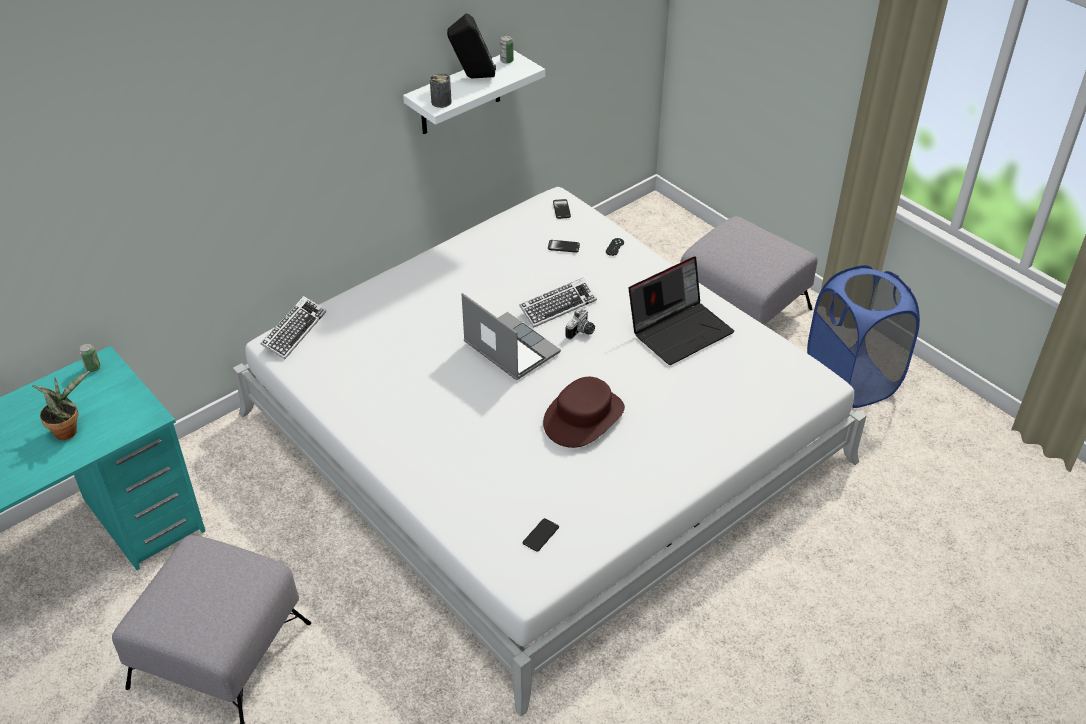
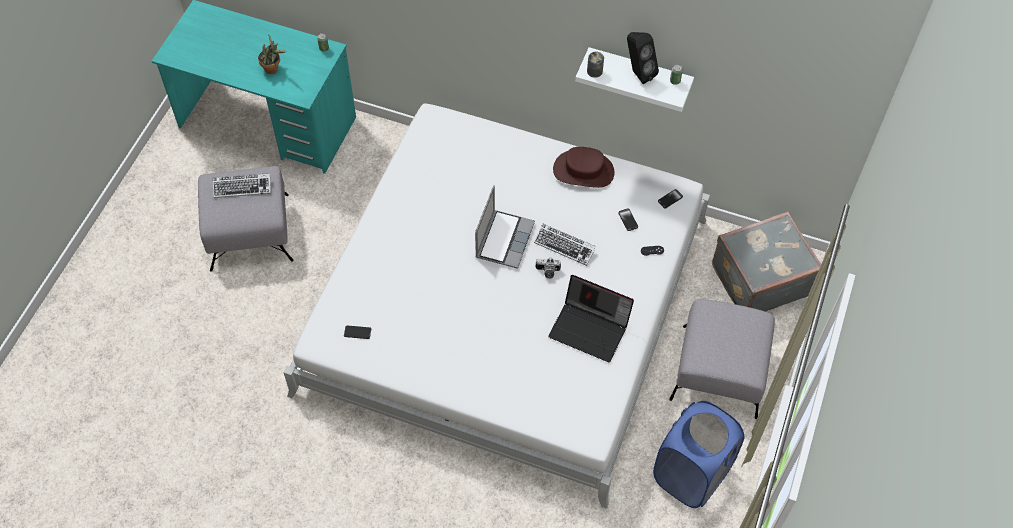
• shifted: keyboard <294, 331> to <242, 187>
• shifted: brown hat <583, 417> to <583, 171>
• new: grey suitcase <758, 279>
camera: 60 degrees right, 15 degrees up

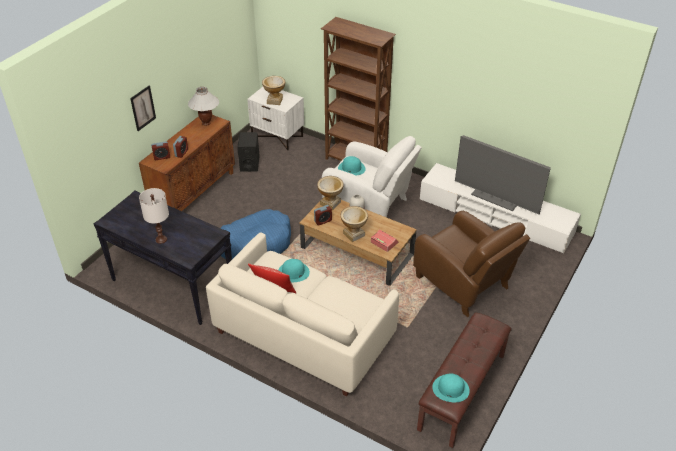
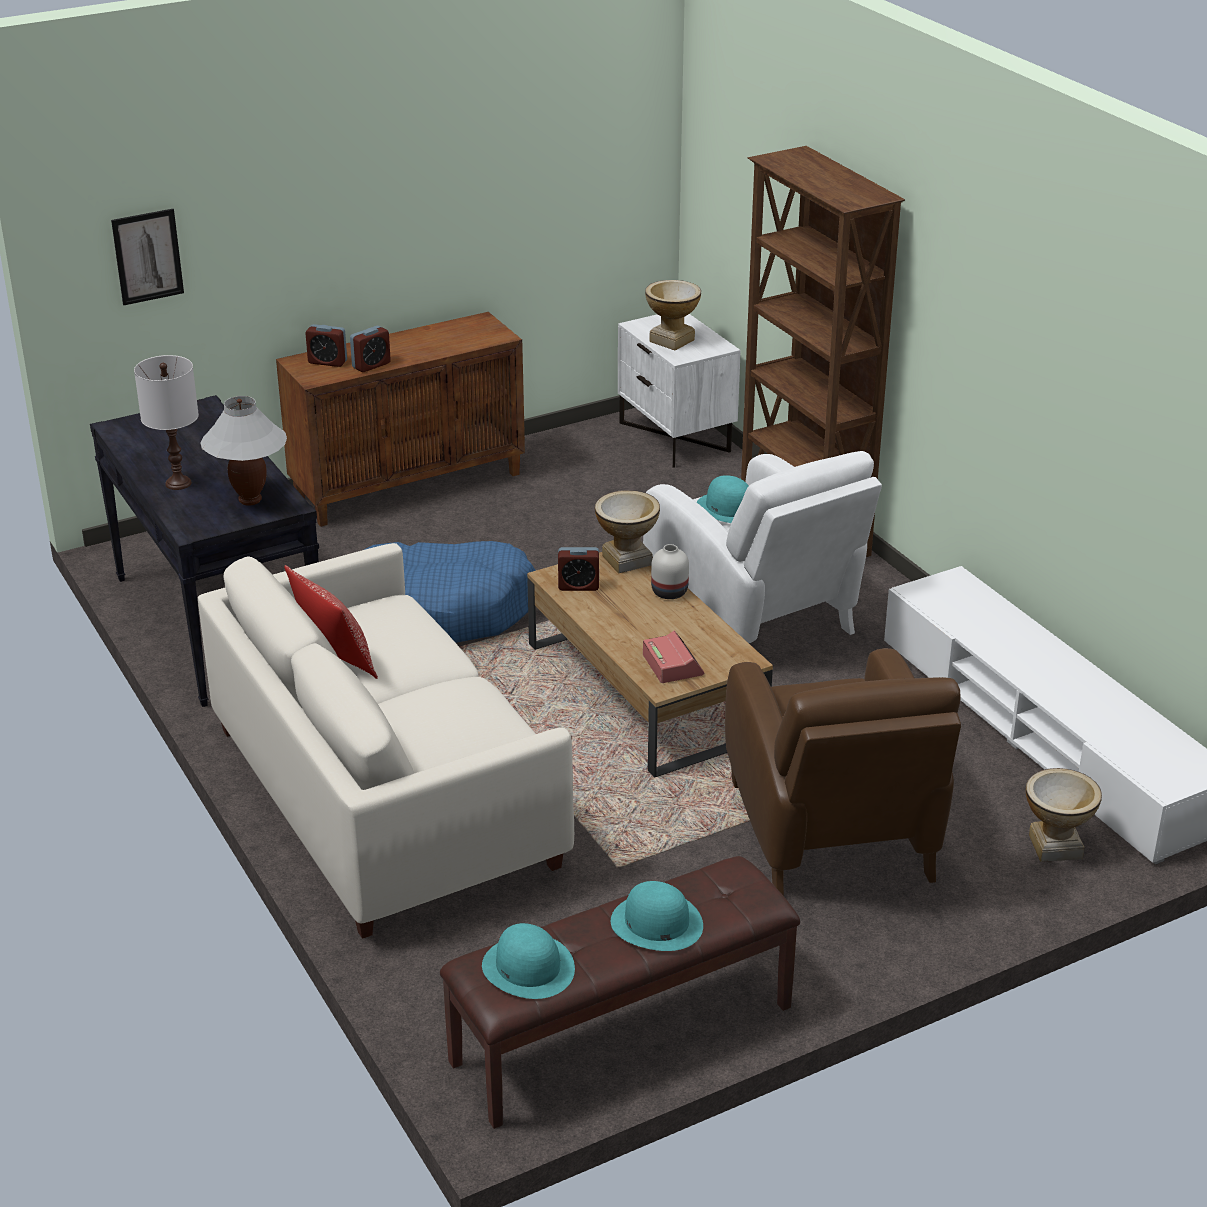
• shifted: picture <143, 108> to <147, 256>
• shifted: white table lamp <206, 123> to <250, 500>
• gone: black speaker <249, 163>
• shifted: turquoise hat <293, 272> to <656, 923>
• shifted: vase <353, 234> to <1055, 847>
• gone: television <497, 197>
camera: 30 degrees right, 10 degrees down

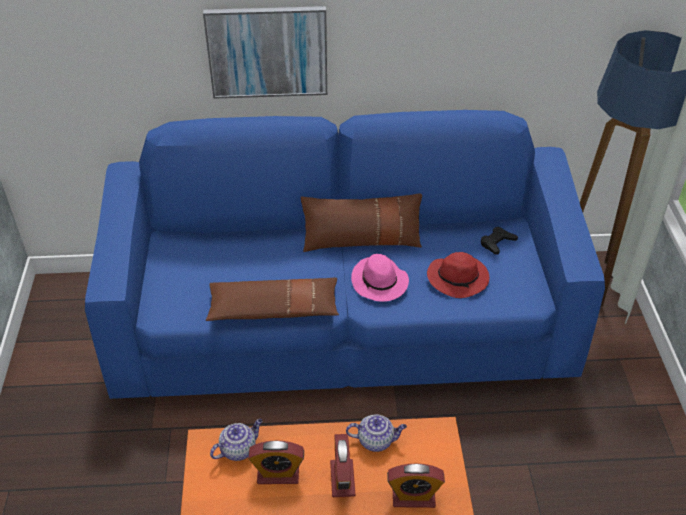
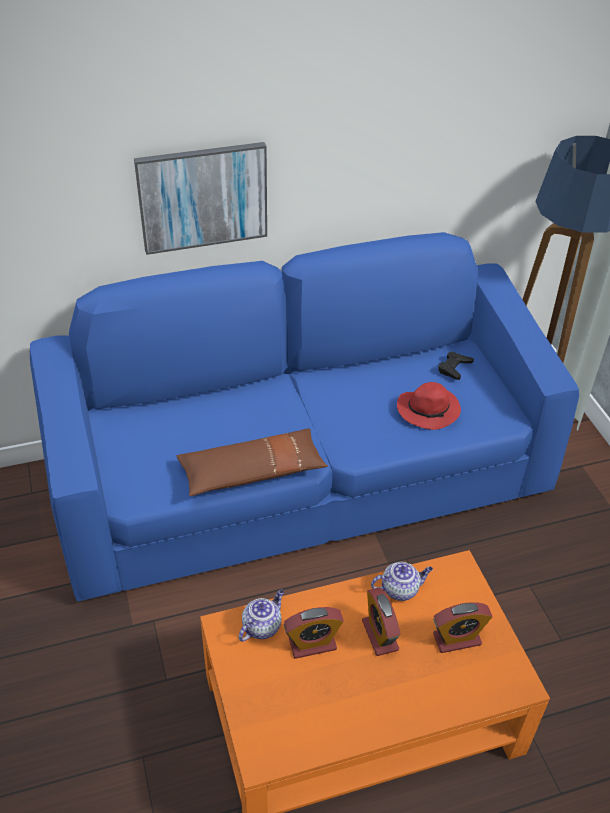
• gone: brown pillow <362, 240>
• gone: pink hat <380, 282>
camera: 15 degrees left, 0 degrees up

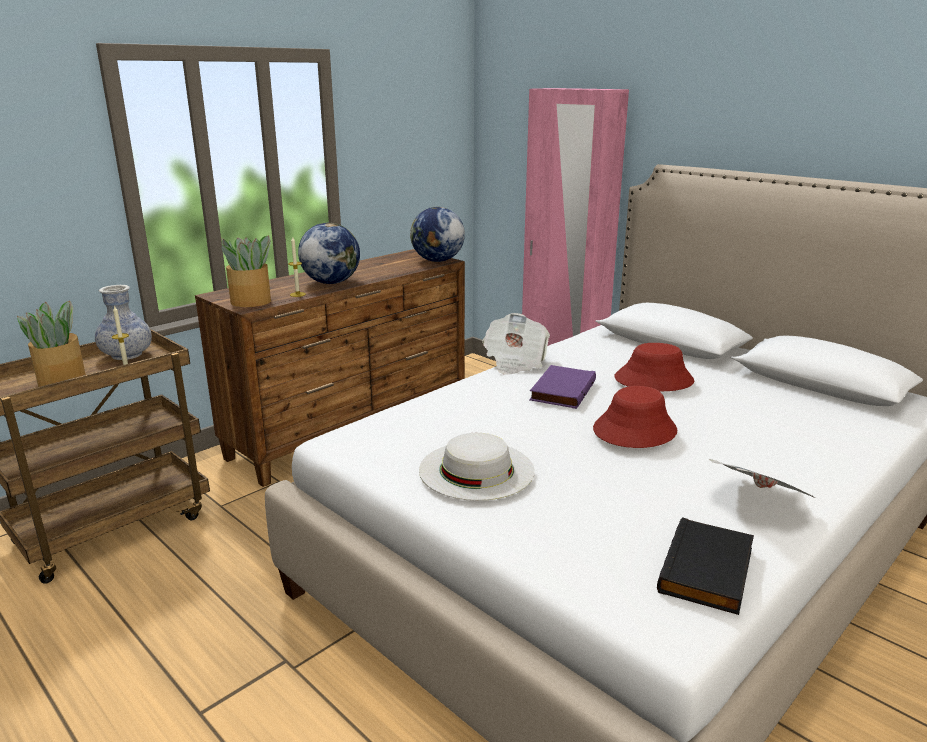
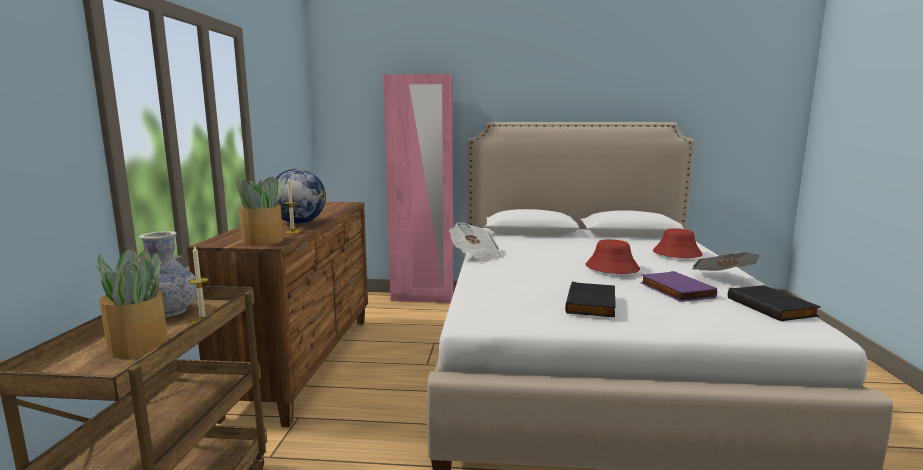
• gone: globe <437, 261>
• swapped: white hat <476, 469> to black book <593, 304>
• shifted: purple book <561, 390> to <674, 290>
• shifted: red hat <653, 380> to <676, 253>
camera: 40 degrees left, 10 degrees down

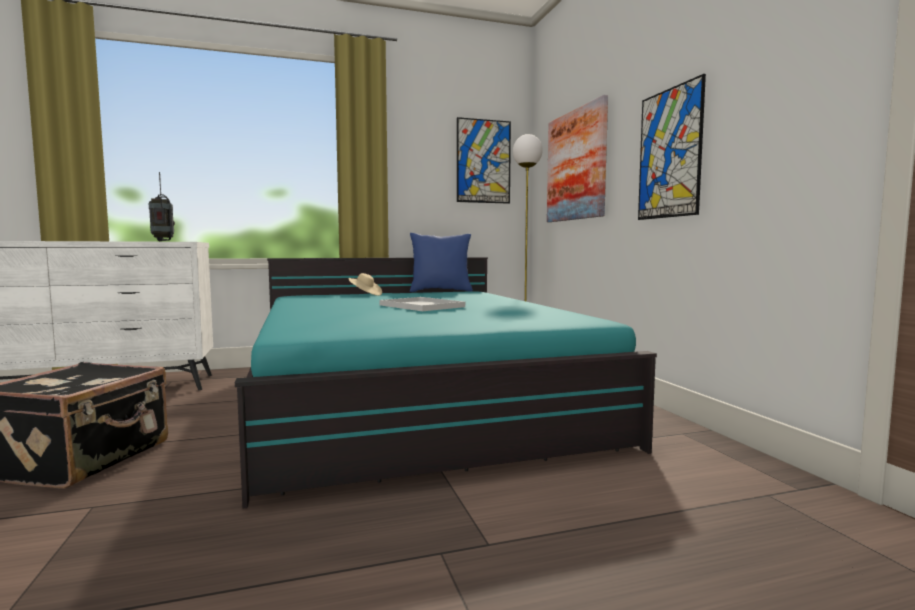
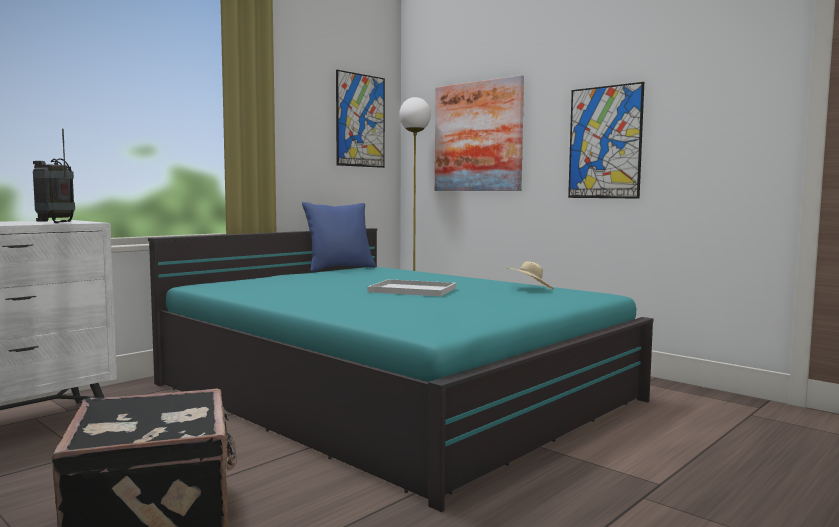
• shifted: beige hat <365, 294> to <530, 289>
camera: 30 degrees left, 0 degrees up

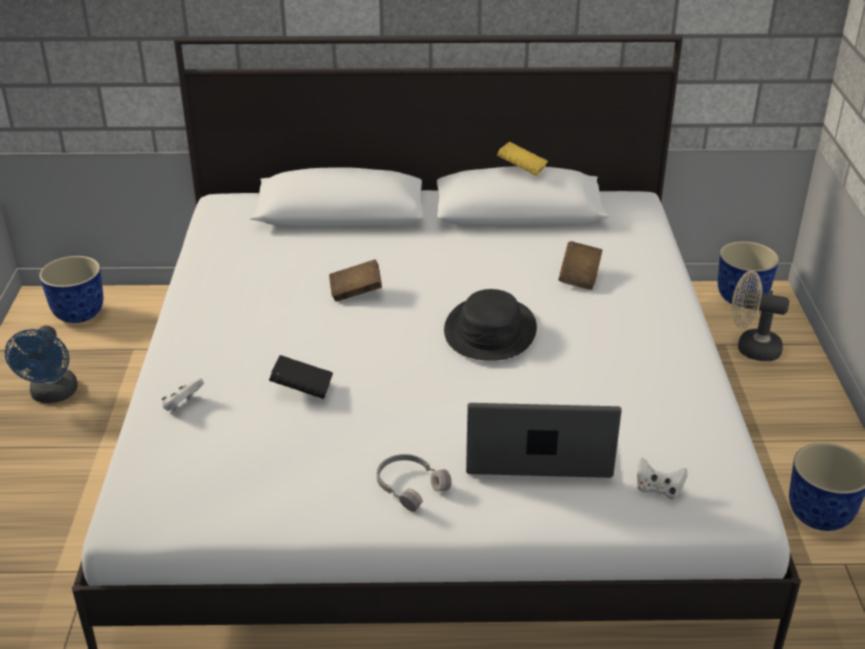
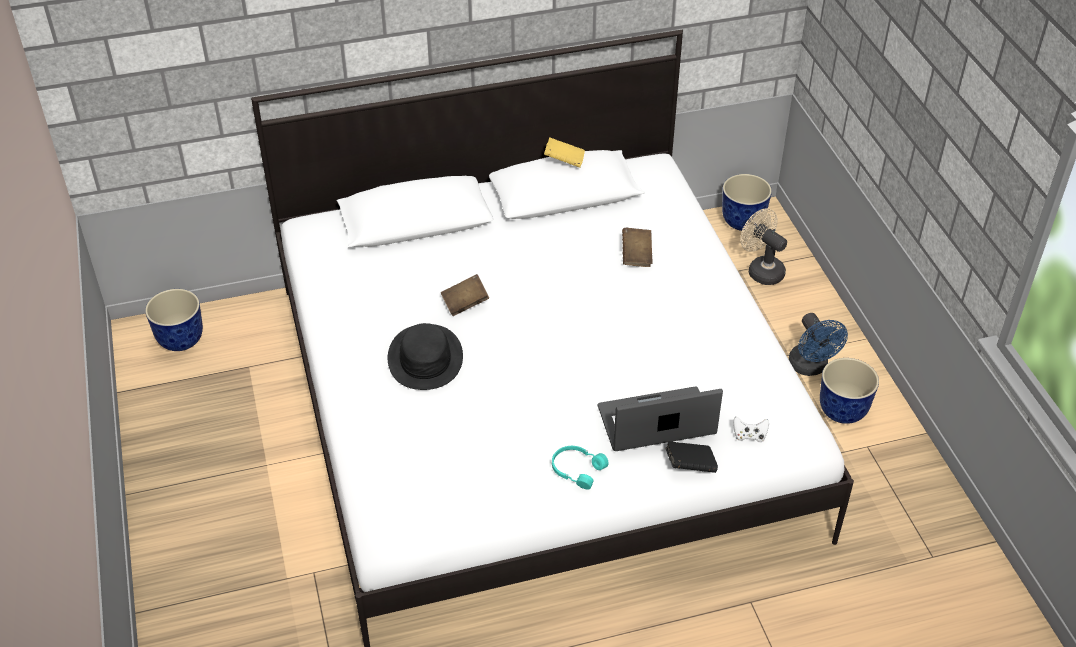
• shifted: blue fan <52, 395> to <811, 367>
• gone: white game controller <183, 405>
• shifted: black book <302, 390> to <690, 465>
• repainted: grey headphones <410, 486> to turquoise headphones <577, 469>
• shifted: black hat <489, 330> to <425, 358>
• rotated: beige fan <751, 348> = <761, 270> 45 degrees clockwise
camera: 15 degrees left, 10 degrees up

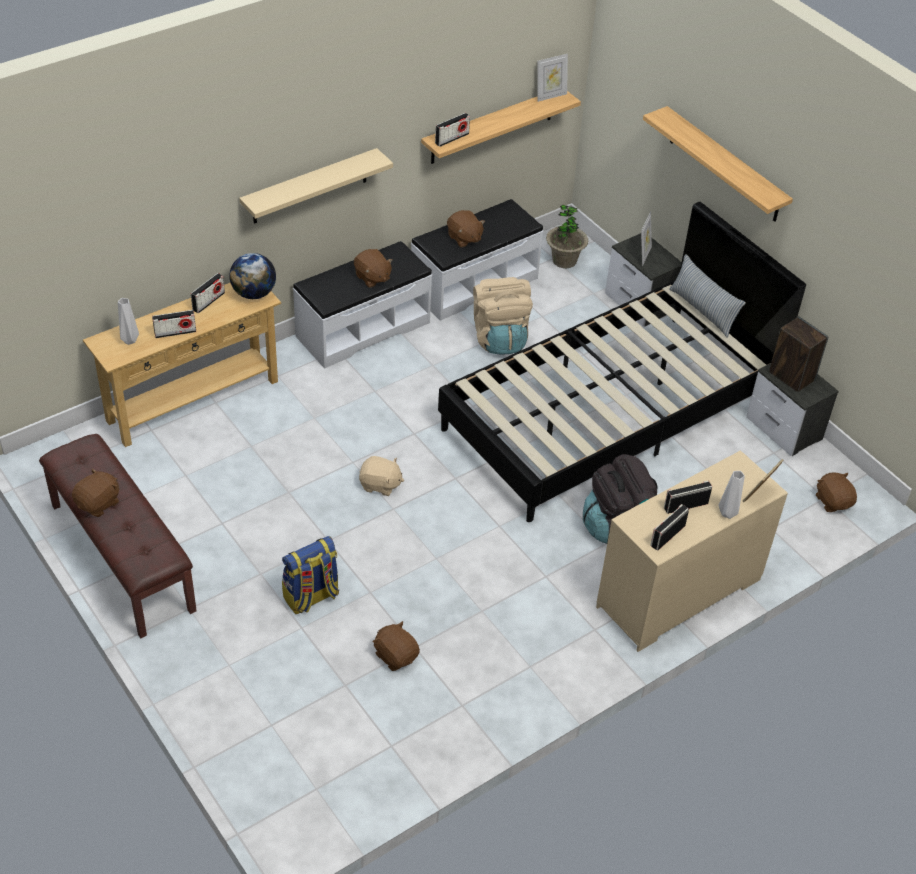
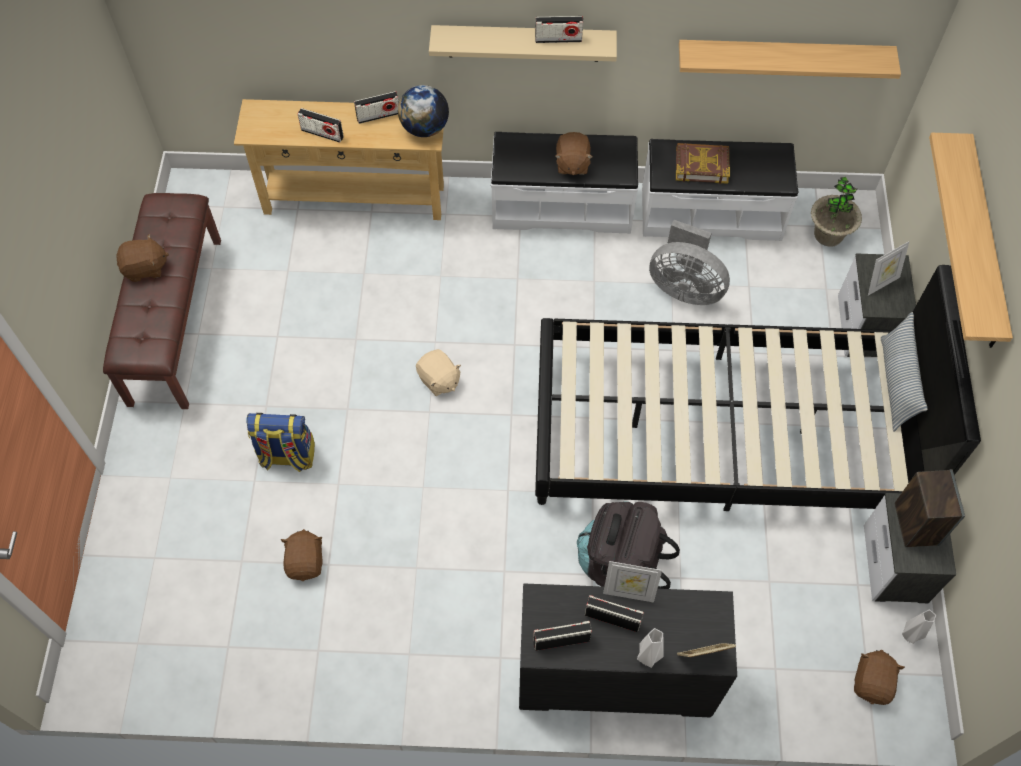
• shifted: white vase <130, 340> to <911, 634>
• shifted: radio <452, 138> to <558, 39>
• swapped: brown plush toy <464, 238> to book <701, 165>
• swapped: beige backpack <499, 338> to grey fan <684, 287>
• shifted: picture frame <550, 96> to <629, 592>
• repainted: beige dresser <679, 594> to black dresser <614, 677>
camera: 40 degrees right, 15 degrees up

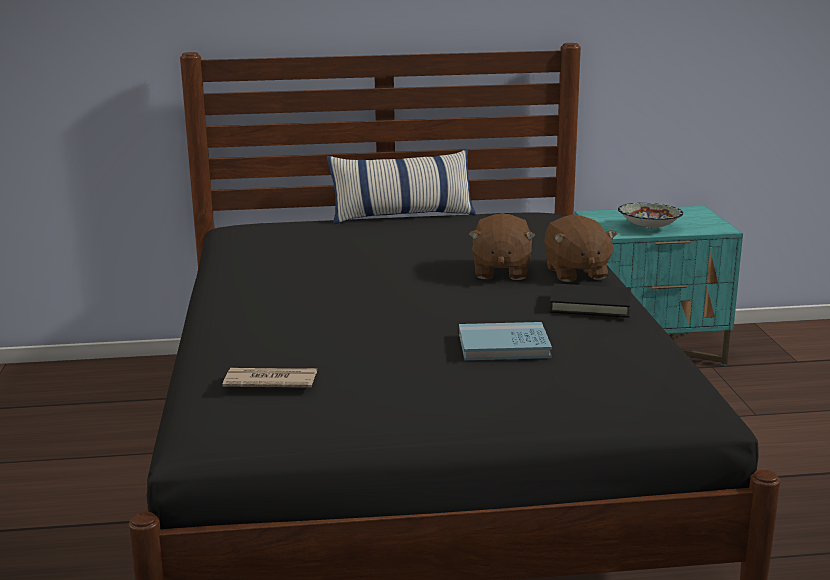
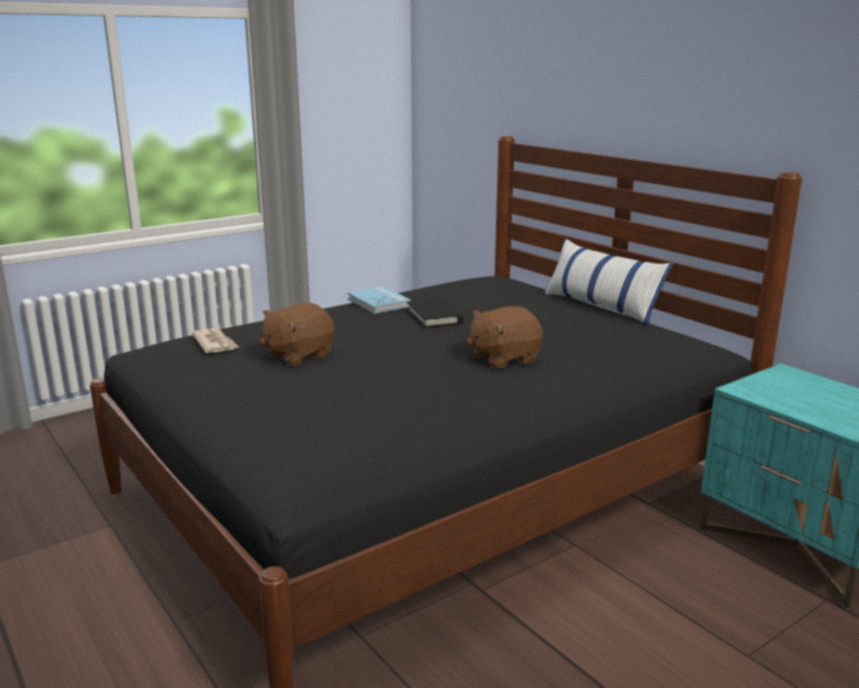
• shifted: blue book <503, 346> to <378, 303>
• shifted: brown plush toy <576, 273> to <298, 355>
• shifted: black book <590, 305> to <434, 317>
• gone: bowl <649, 227>
camera: 60 degrees right, 0 degrees up

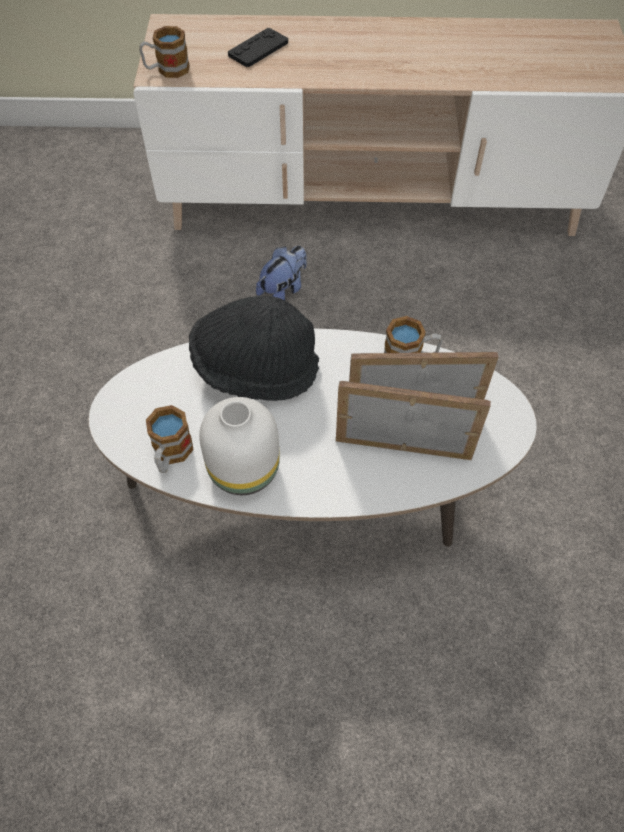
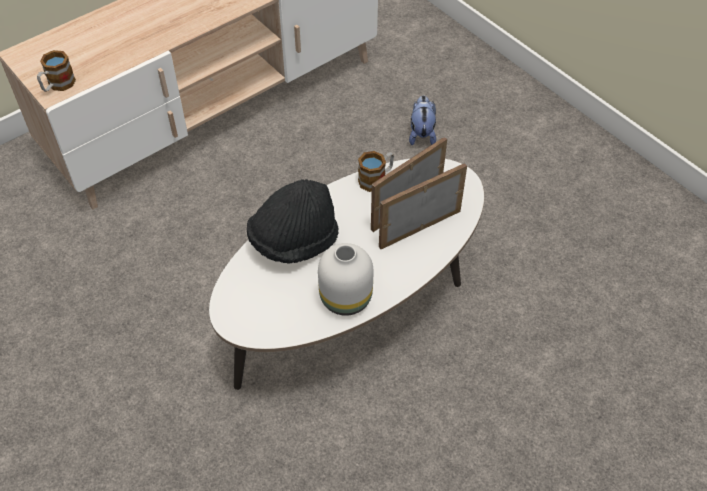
• gone: mug <171, 454>
• gone: black game controller <258, 49>
• shifted: plush toy <283, 290> to <421, 133>
camera: 40 degrees left, 5 degrees down

